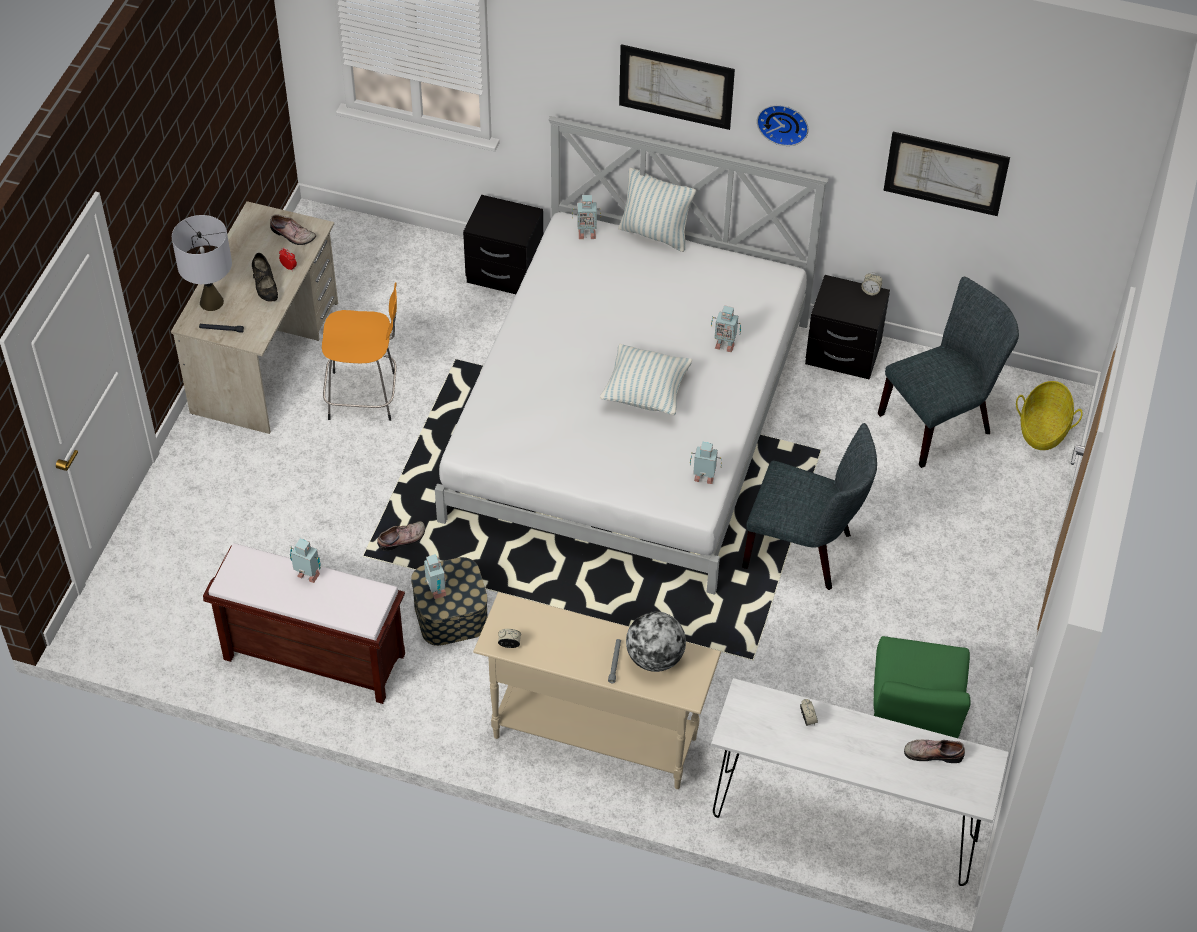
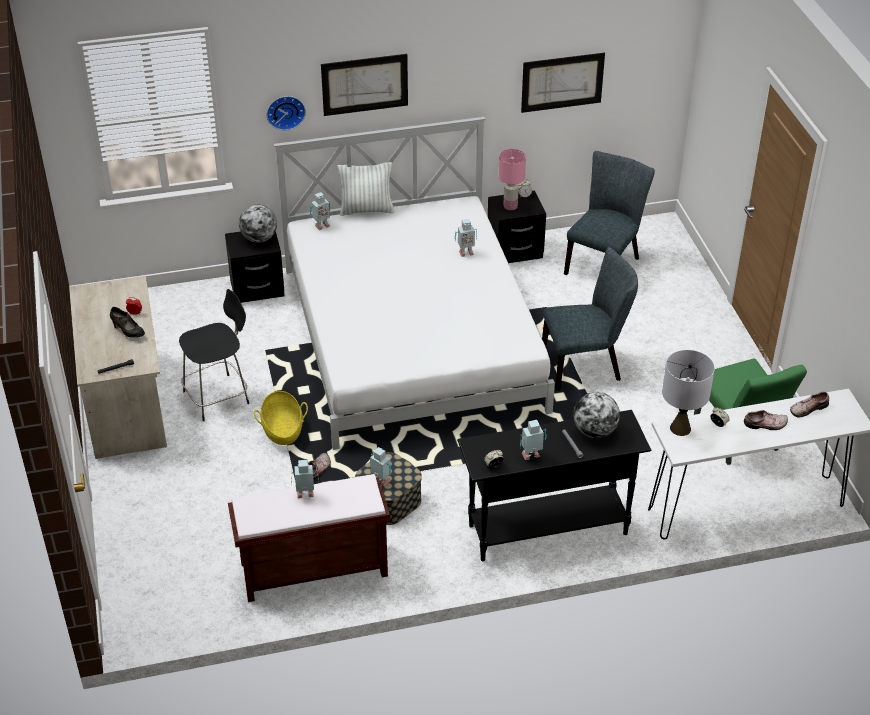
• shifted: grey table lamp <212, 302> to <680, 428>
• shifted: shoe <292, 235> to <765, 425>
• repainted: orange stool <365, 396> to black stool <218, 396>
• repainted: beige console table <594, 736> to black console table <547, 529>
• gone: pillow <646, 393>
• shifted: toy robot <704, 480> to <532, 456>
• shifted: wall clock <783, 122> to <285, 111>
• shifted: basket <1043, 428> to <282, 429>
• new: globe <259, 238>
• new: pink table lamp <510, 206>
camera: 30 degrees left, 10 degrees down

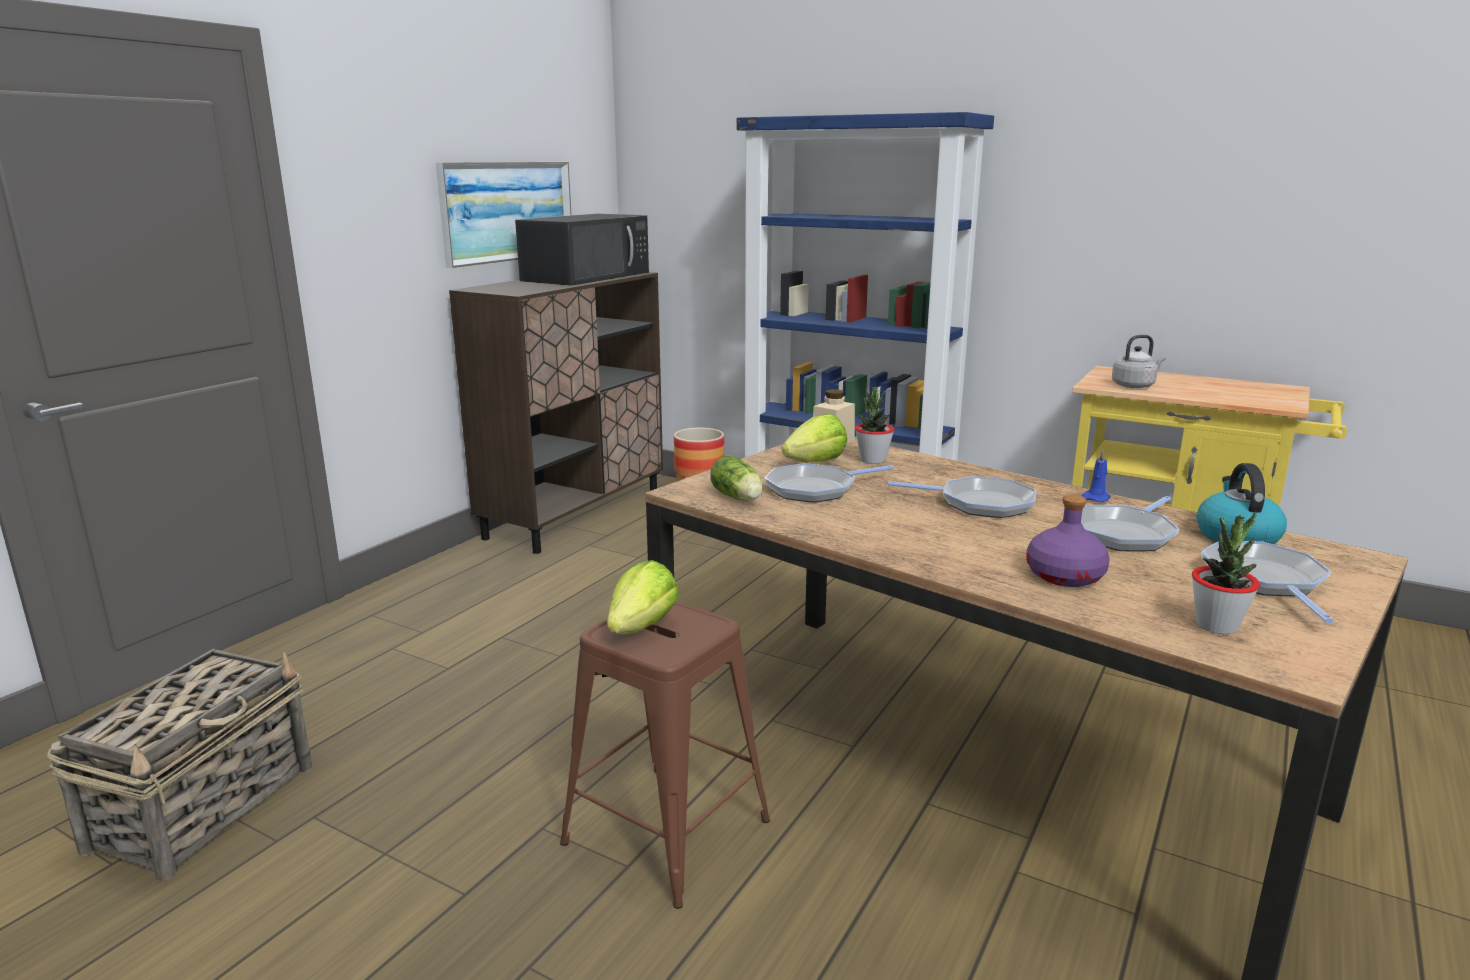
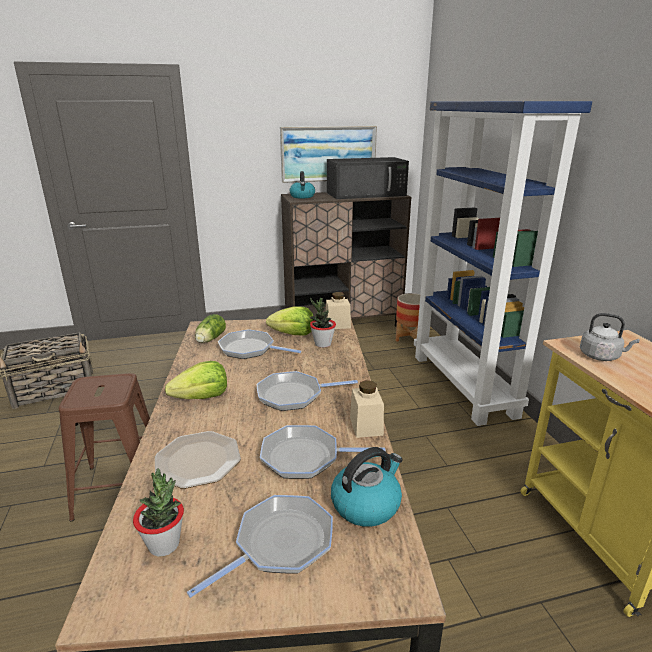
• shifted: lettuce <642, 627> to <202, 398>
• rotated: frying pan <980, 504> = <293, 395> 105 degrees clockwise
• swapped: purple bottle <1066, 576> to plate <198, 461>
• swapped: blue candle <1096, 498> to beige jar <366, 426>
• new: kettle <302, 196>
camera: 45 degrees right, 5 degrees up

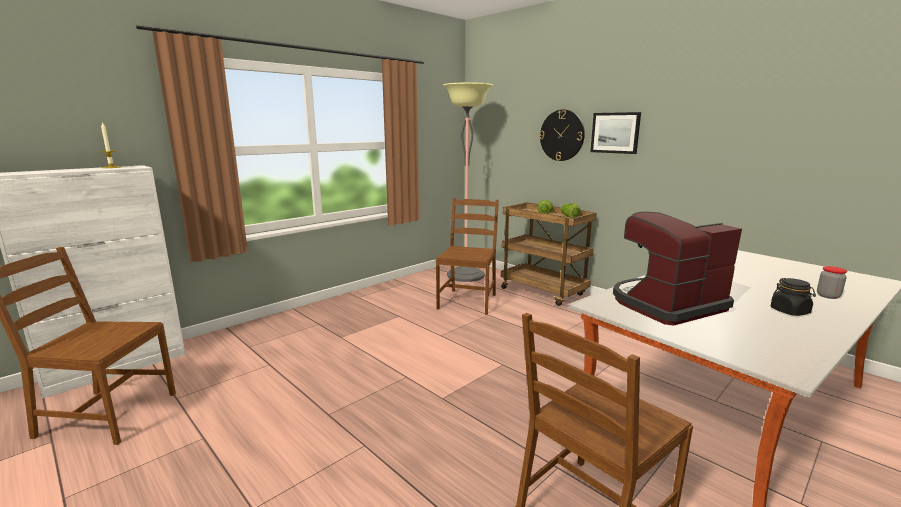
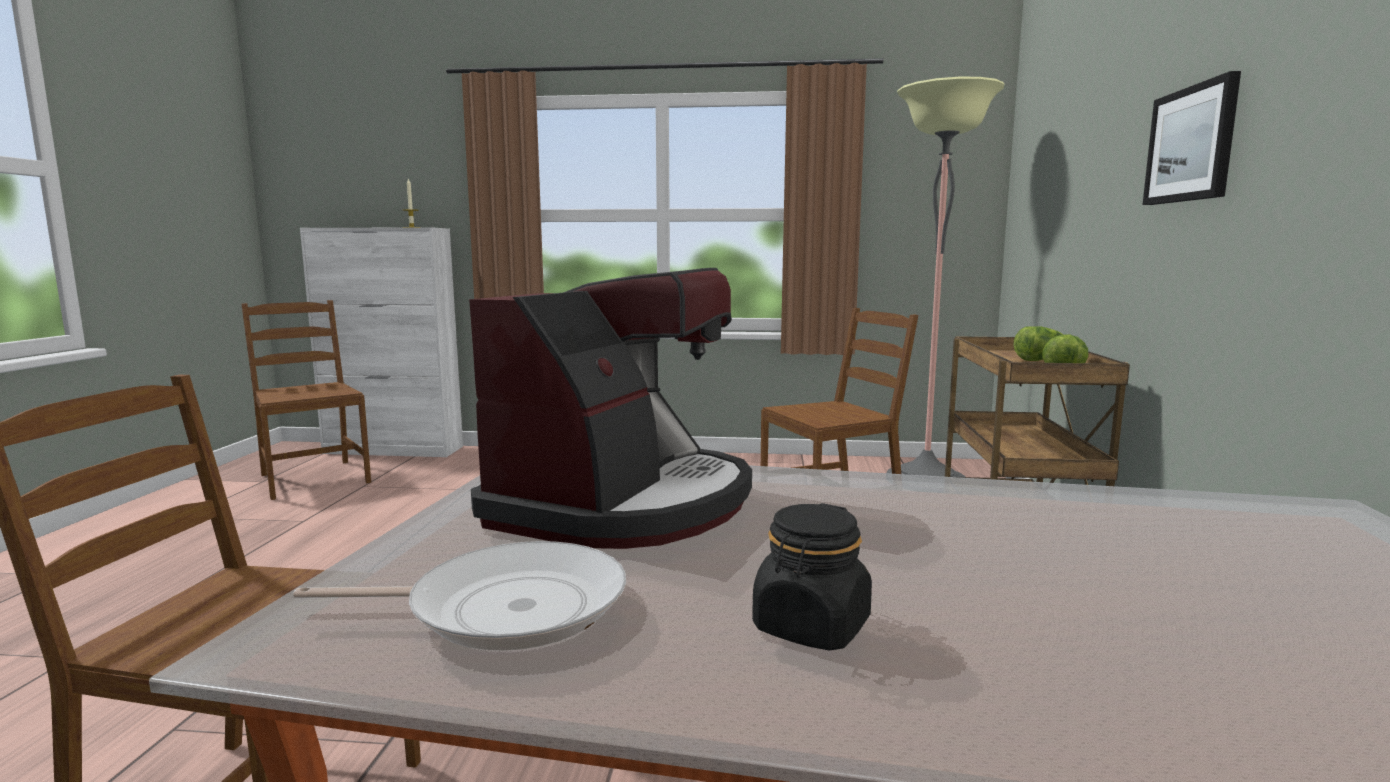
• gone: wall clock <562, 135>
• rotated: coffee machine <666, 304> = <624, 503> 90 degrees clockwise
• gone: jar <828, 296>
• new: frying pan <506, 608>
camera: 50 degrees right, 5 degrees down

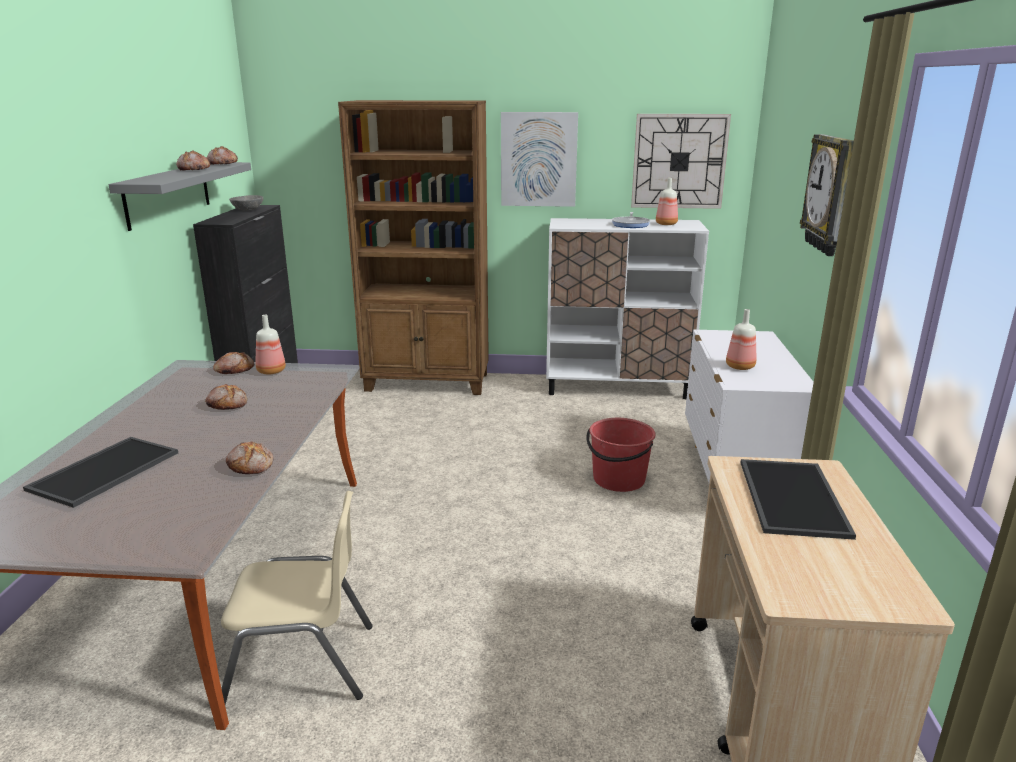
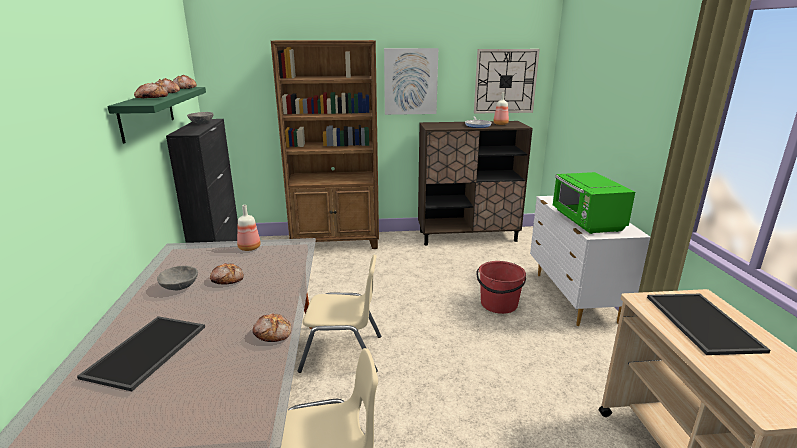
• repainted: grey shelf <168, 194> to green shelf <147, 112>
• shifted: bread <234, 370> to <151, 98>
• repainted: white cabinet <617, 387> to brown cabinet <468, 236>
• swapped: bottle <741, 367> to green microwave <586, 221>
• gone: wall clock <831, 194>
• new: grey bowl <179, 286>
• new: beige chair <342, 353>
camera: 10 degrees left, 0 degrees up

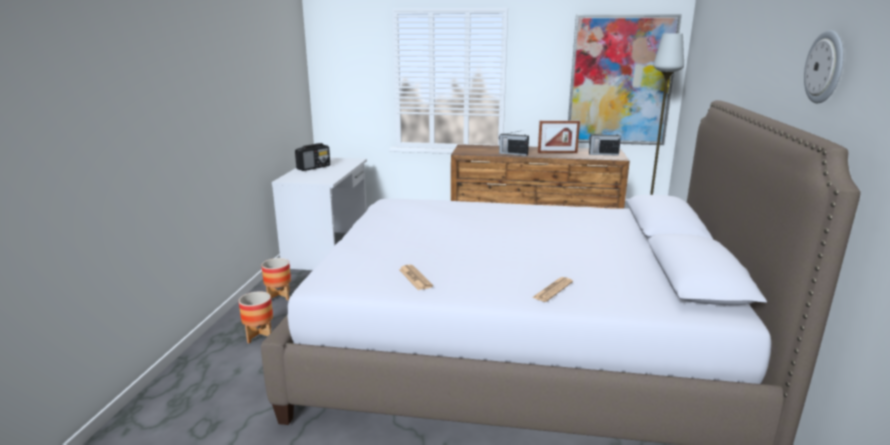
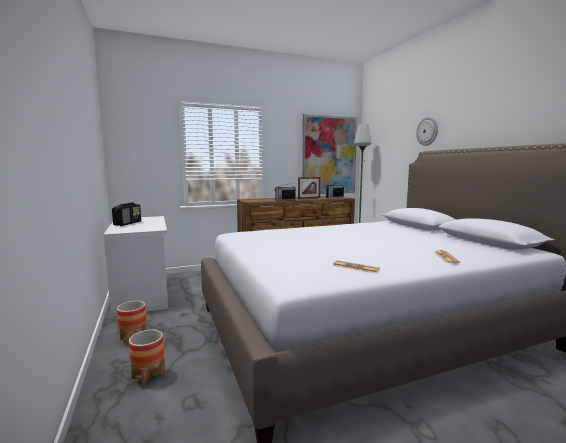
• shifted: wall clock <825, 67> to <427, 131>
camera: 30 degrees left, 10 degrees down

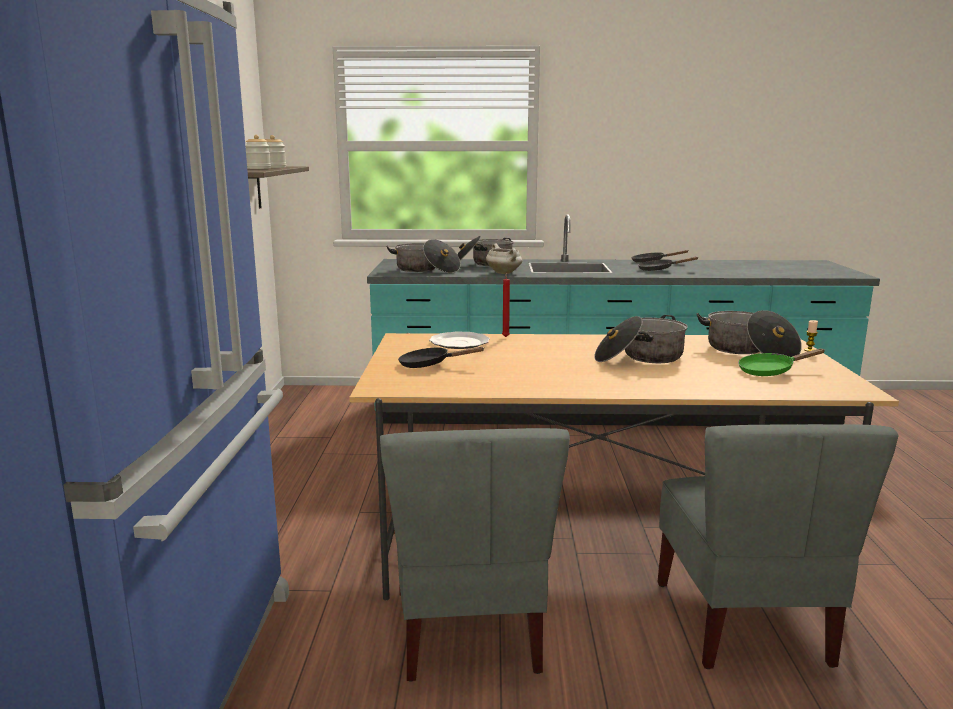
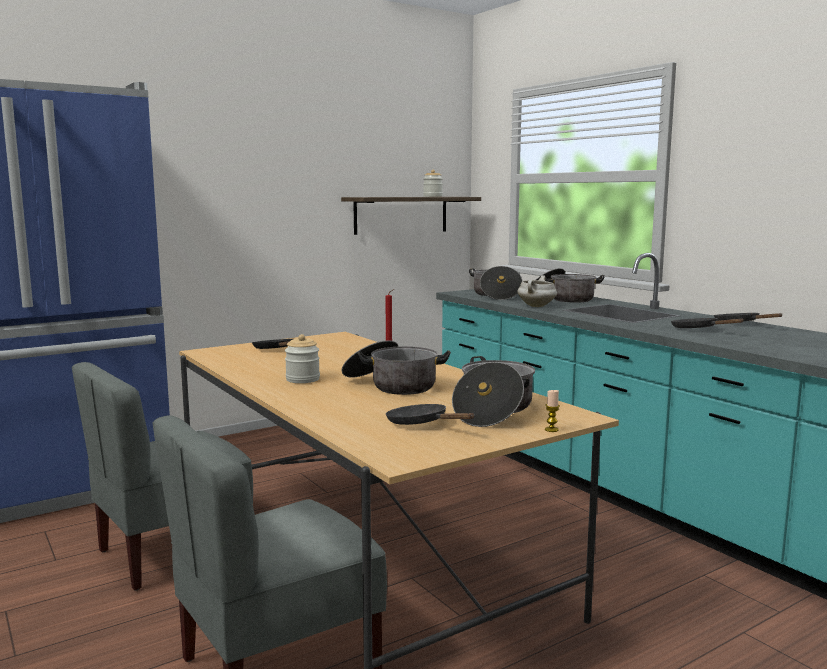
• shifted: jar <258, 168> to <302, 379>
• gone: plate <458, 343>
• repainted: green frying pan <770, 371> to black frying pan <421, 424>
camera: 55 degrees right, 5 degrees down

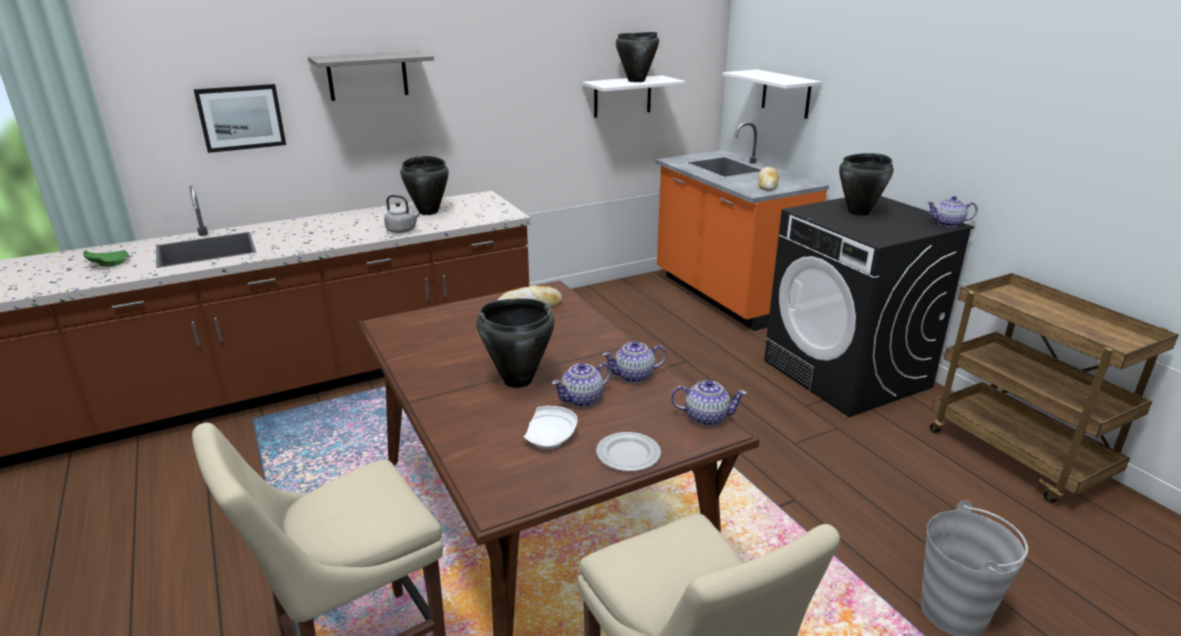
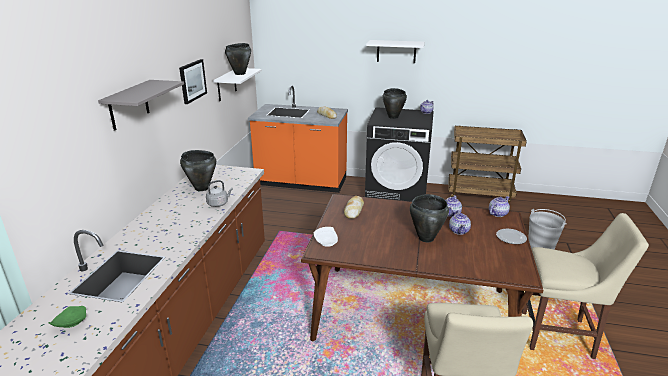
• shifted: picture <241, 117> to <192, 81>
• shifted: white plate <551, 437> to <327, 241>
• shifted: white shelf <786, 94> to <396, 51>
camera: 50 degrees left, 0 degrees up

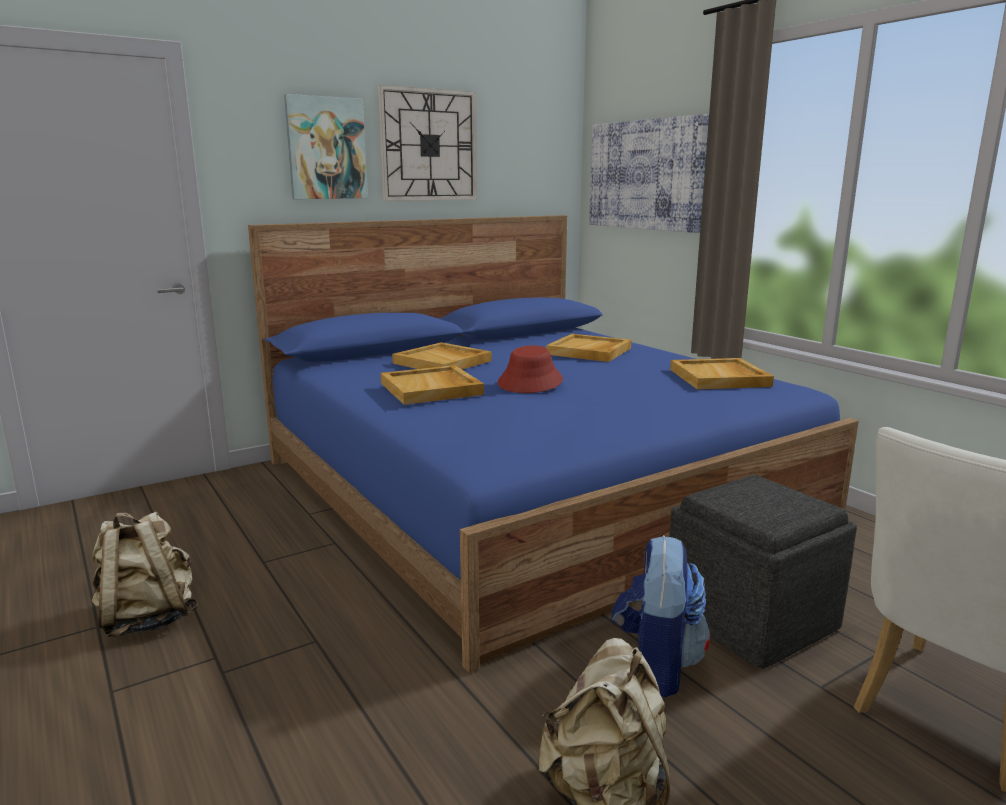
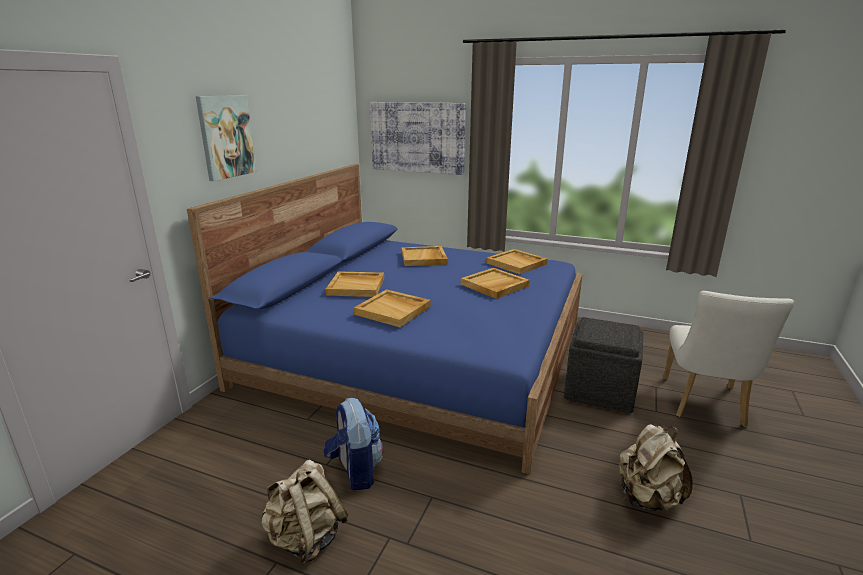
• gone: wall clock <429, 145>
• gone: red hat <530, 382>
• shifted: backpack <656, 665> to <355, 471>
• new: beige tray <494, 285>
camera: 35 degrees left, 5 degrees up

